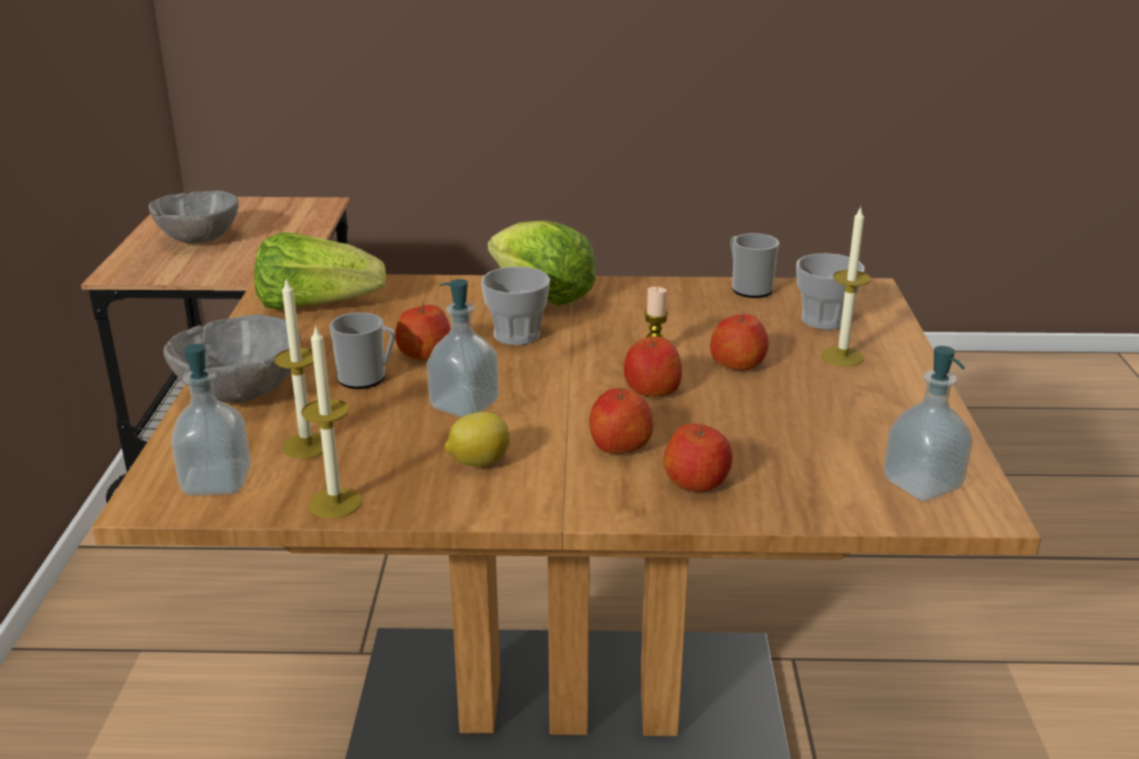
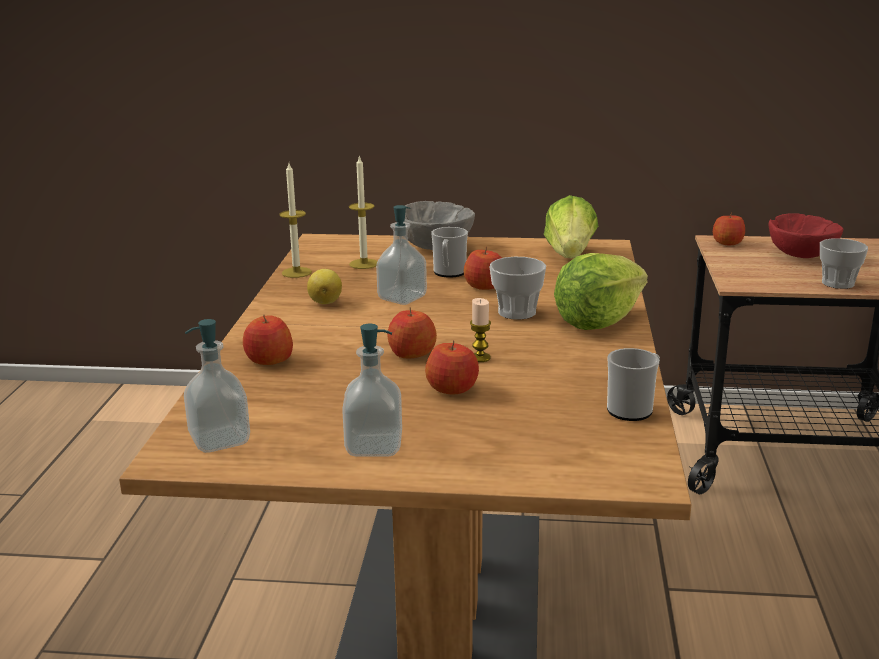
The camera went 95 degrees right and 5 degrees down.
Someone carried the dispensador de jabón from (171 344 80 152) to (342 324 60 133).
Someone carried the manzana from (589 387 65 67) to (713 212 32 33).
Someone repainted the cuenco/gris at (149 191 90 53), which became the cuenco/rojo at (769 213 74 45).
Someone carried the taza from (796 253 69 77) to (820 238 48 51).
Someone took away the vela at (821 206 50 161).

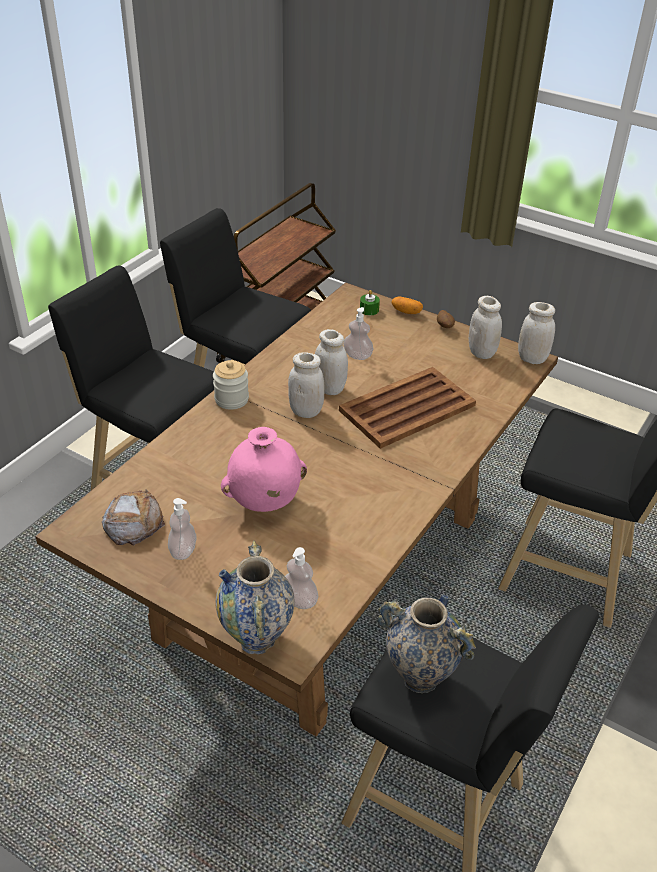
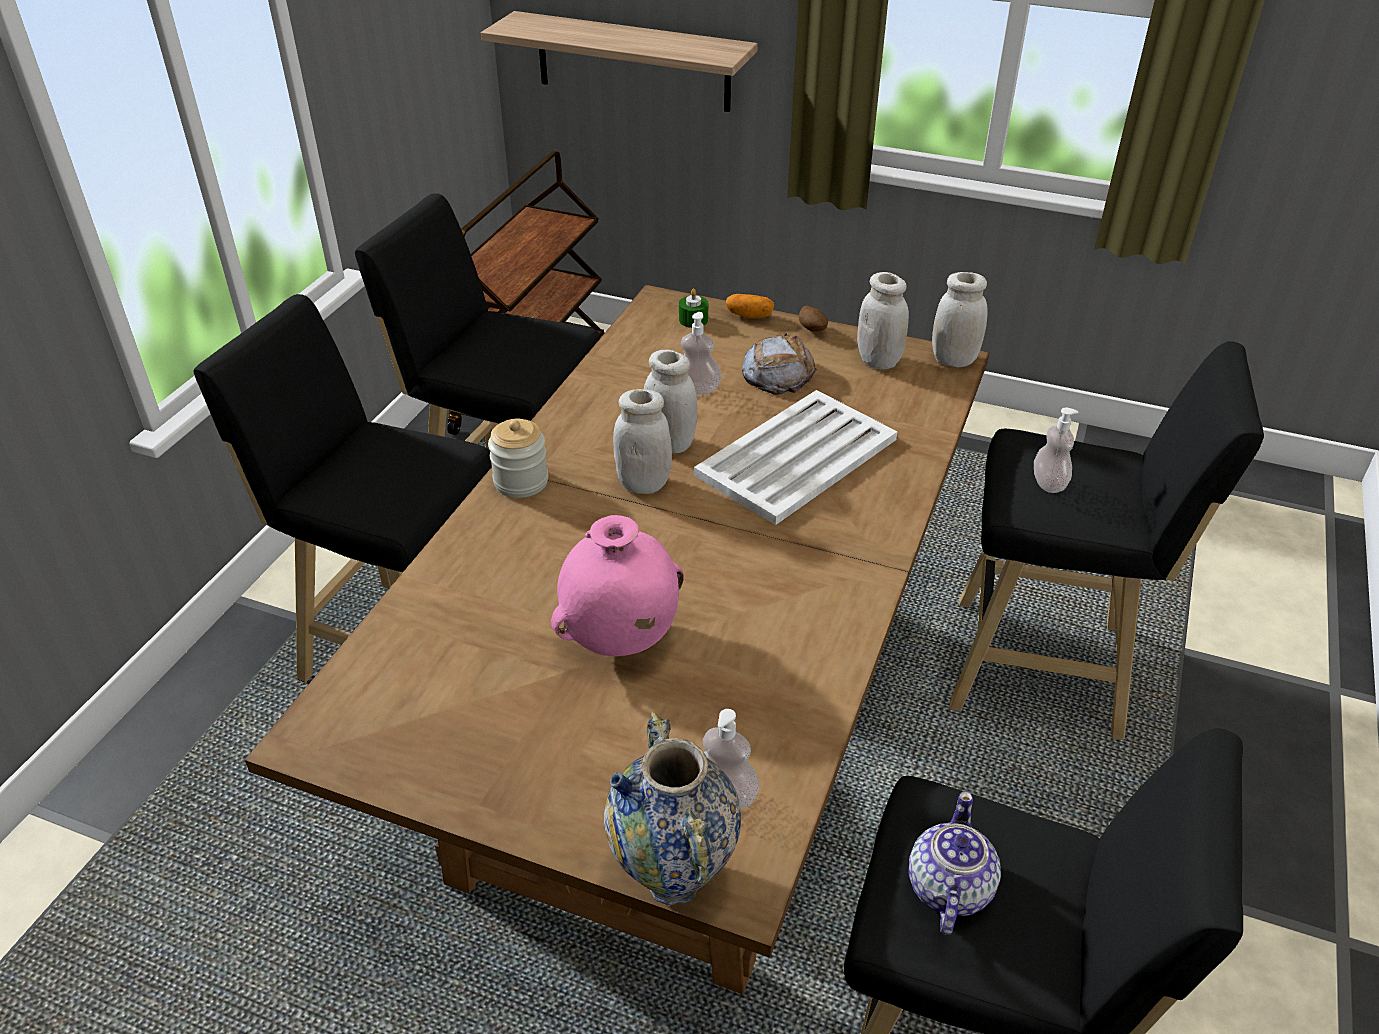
The camera went 10 degrees left and 0 degrees up.
Someone put up the estante at (481 11 277 101).
Someone repainted the bandeja/marrón at (339 367 137 82), which became the bandeja/blanco at (694 390 204 135).
Someone carried the pan from (102 489 63 56) to (742 332 75 63).
Someone swapped the florero at (378 595 98 98) for the tetera at (909 791 92 144).
Someone carried the dispensador de jabón from (168 498 29 62) to (1034 408 44 85).

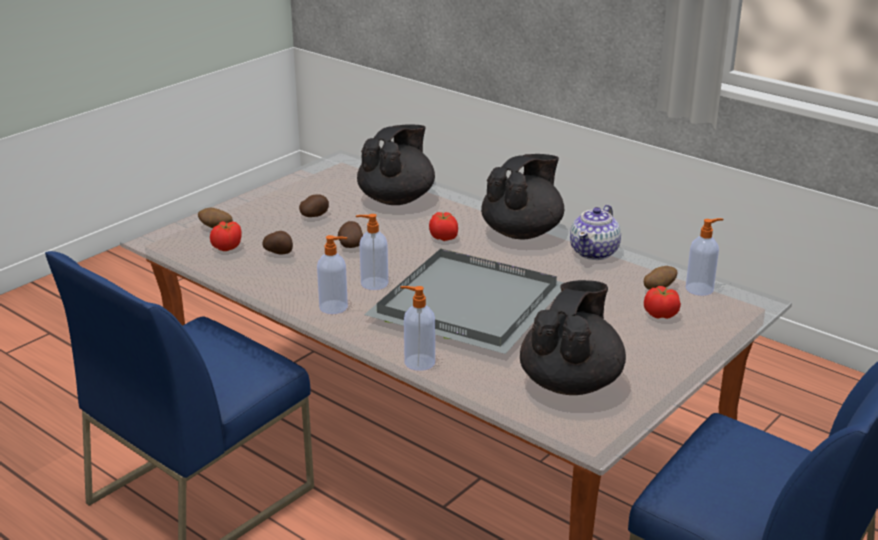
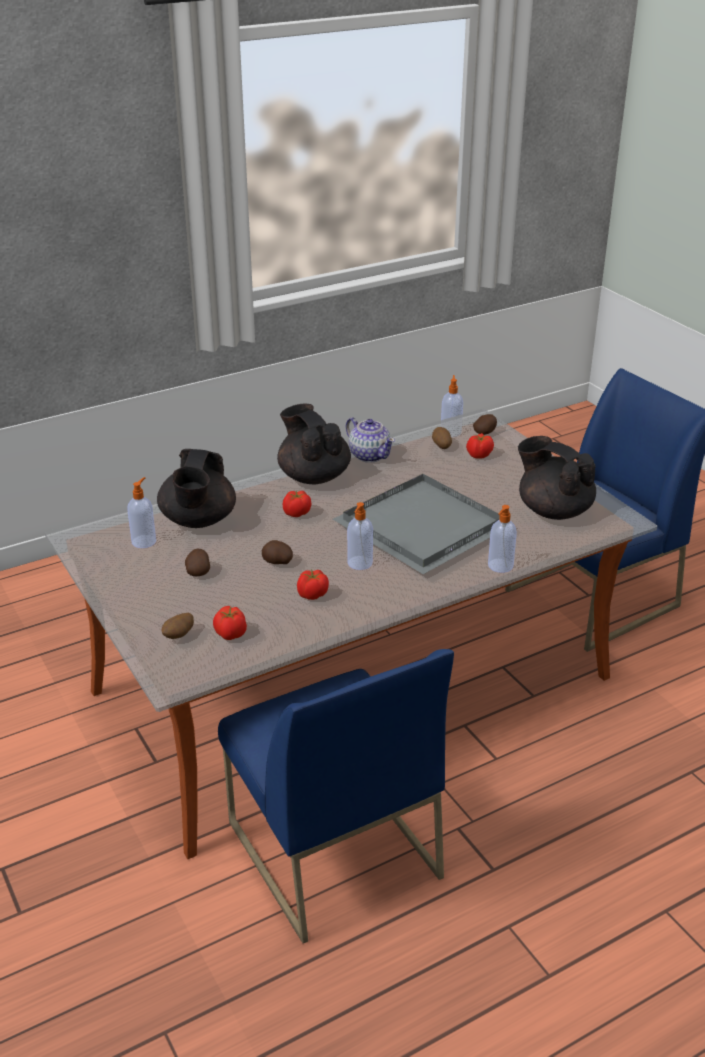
The camera went 70 degrees left and 5 degrees up.
Someone carried the dispensador de jabón from (317 235 31 79) to (127 477 29 71).
Someone rotated the tetera/negro at (357 124 78 81) by 135 degrees counterclockwise.
Someone put down the tomate at (297 570 32 30).
Someone carried the patata from (263 231 30 23) to (473 414 24 21).

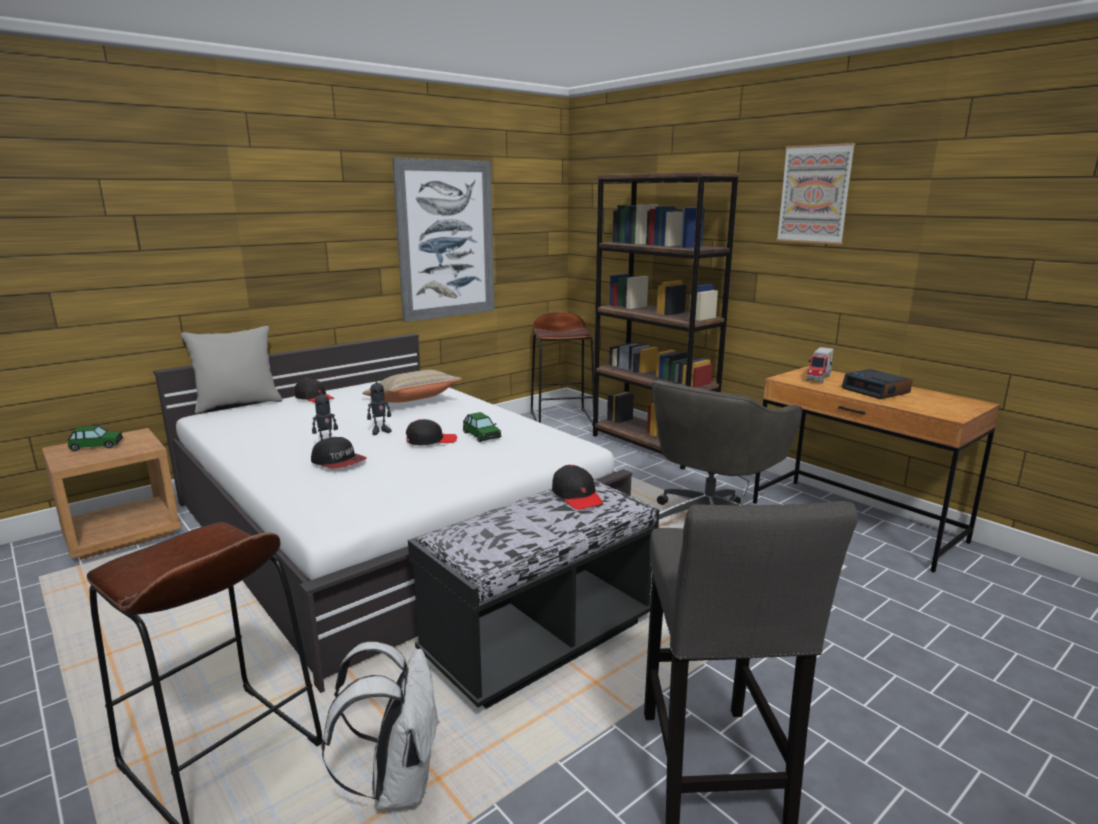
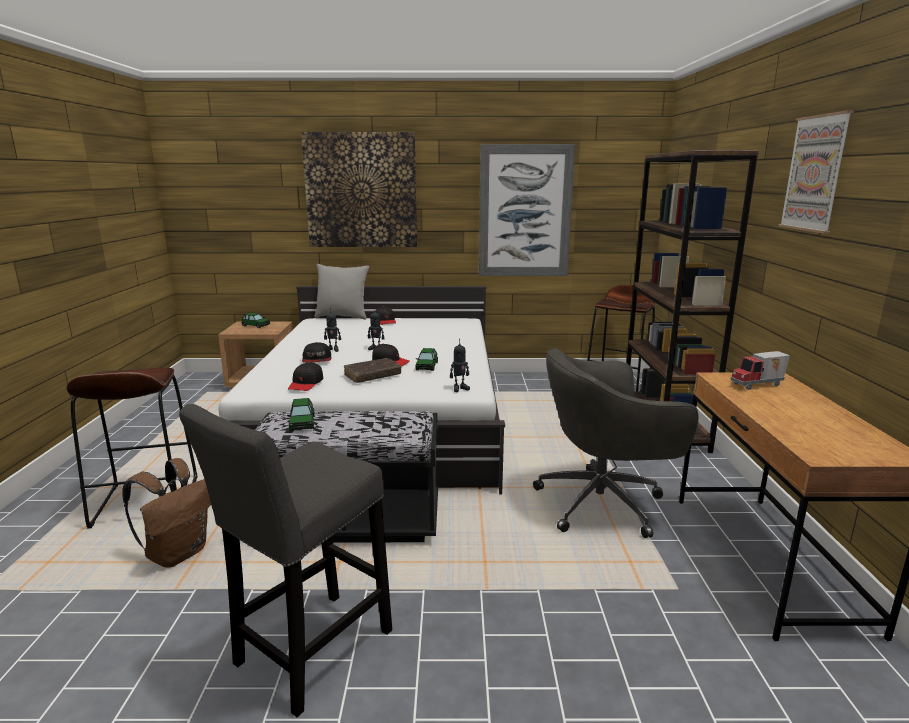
The camera went 40 degrees right and 0 degrees up.
Someone repainted the mochila/blanco at (321 642 119 168), which became the mochila/marrón at (122 458 89 110).
Someone put down the coche de juguete at (287 398 28 33).
Someone carried the gorra/negro from (552 465 51 45) to (288 362 35 29).
Someone put up the cuadro at (301 132 116 115).
Someone put down the libro/marrón at (344 358 57 25).
Someone put down the robot de juguete at (450 344 20 48).
Someone took away the cojín/beis at (362 370 100 33).
Someone took away the despertador at (842 369 71 30).

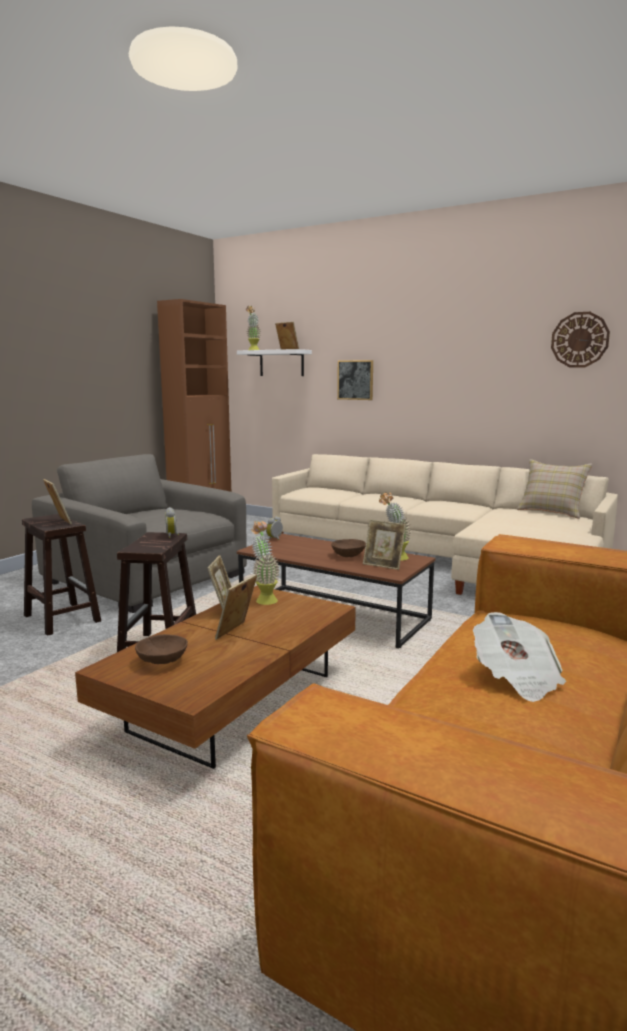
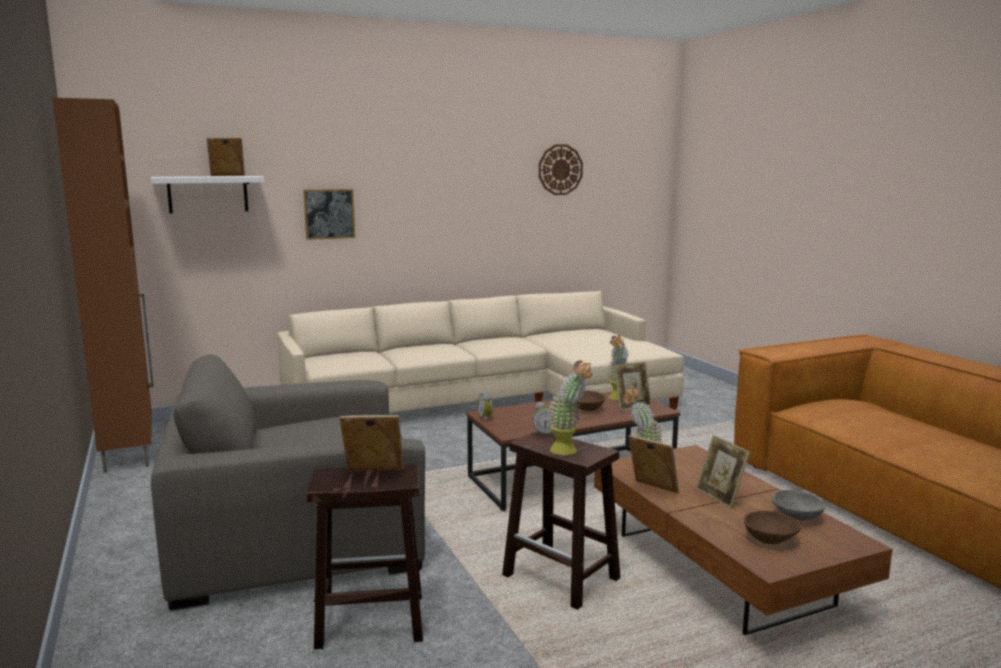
The camera went 55 degrees left and 0 degrees up.
Someone carried the planta en maceta from (246 306 15 44) to (548 360 44 95).
Someone put down the cuenco/gris at (772 490 54 31).
Someone took away the periódico at (473 612 93 90).
Someone took away the cojín/beis at (517 459 76 60).

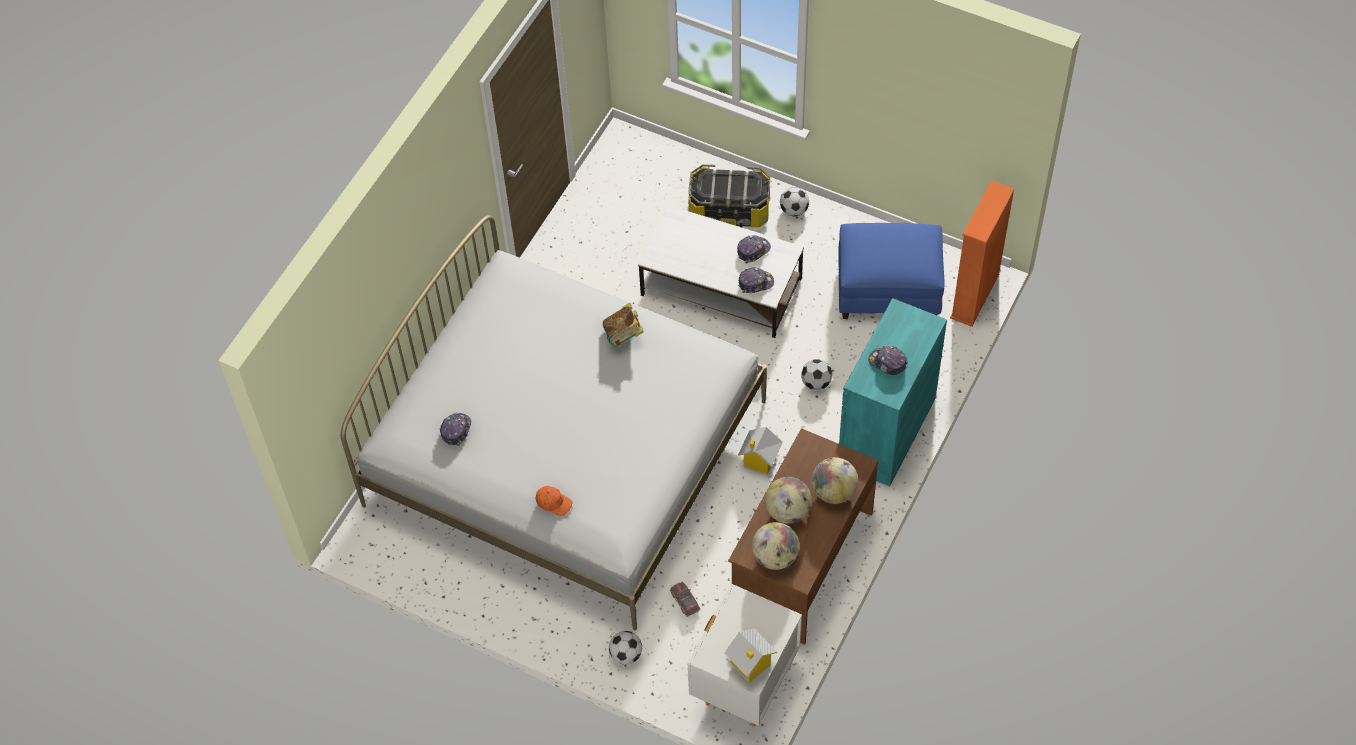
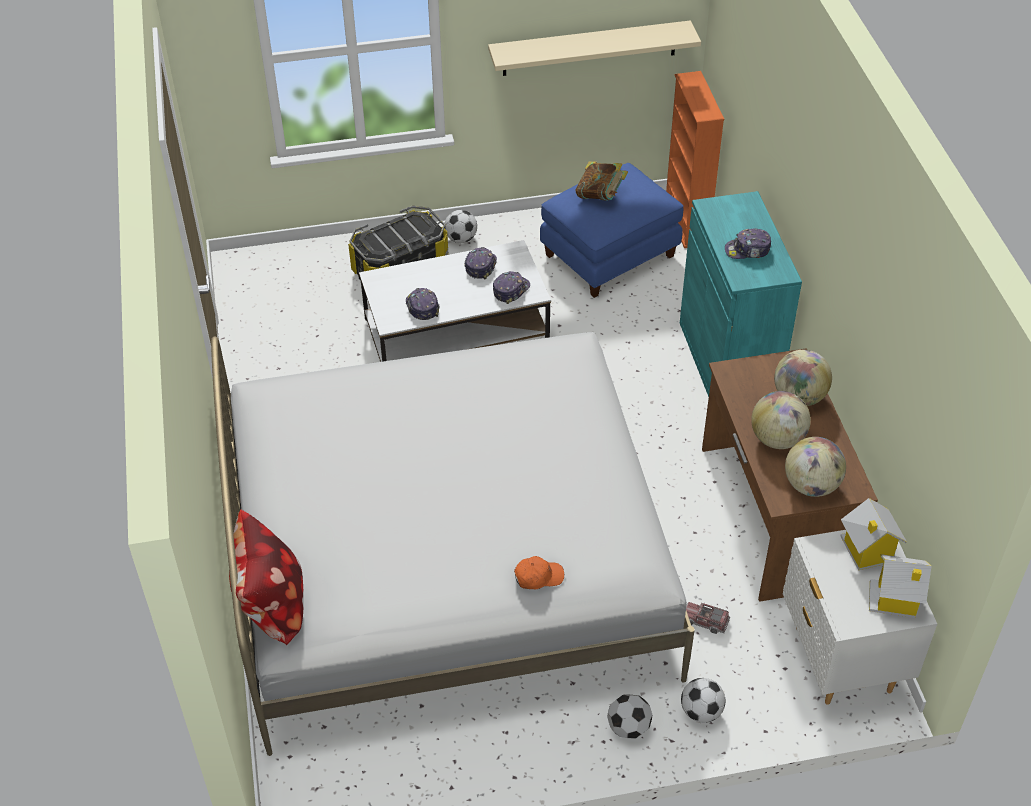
The camera went 40 degrees left and 10 degrees down.
Someone put down the cojín at (229 510 75 136).
Someone carried the gorra from (440 413 31 33) to (406 288 33 32).
Someone put up the estante/beis at (488 20 213 56).
Someone carried the libro from (603 302 41 46) to (575 161 53 40).
Someone carried the balón de fútbol from (801 359 31 31) to (607 694 45 45).
Someone carried the casita from (738 427 45 48) to (840 498 67 72).

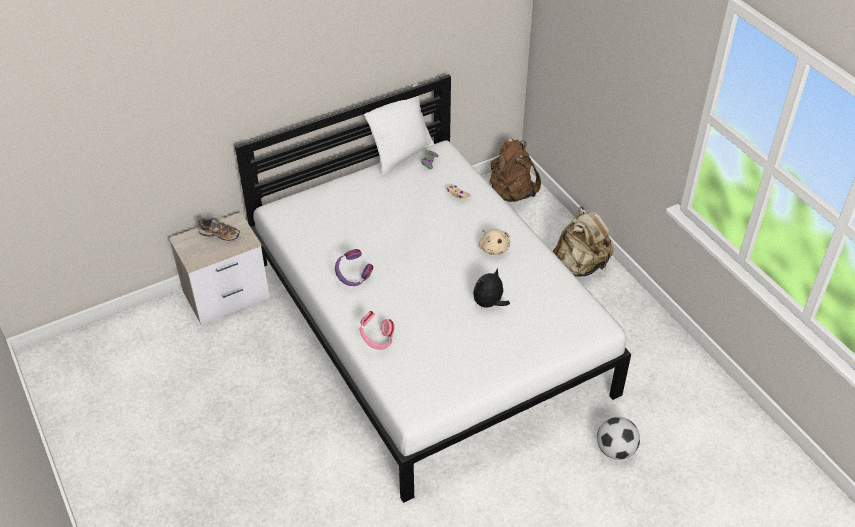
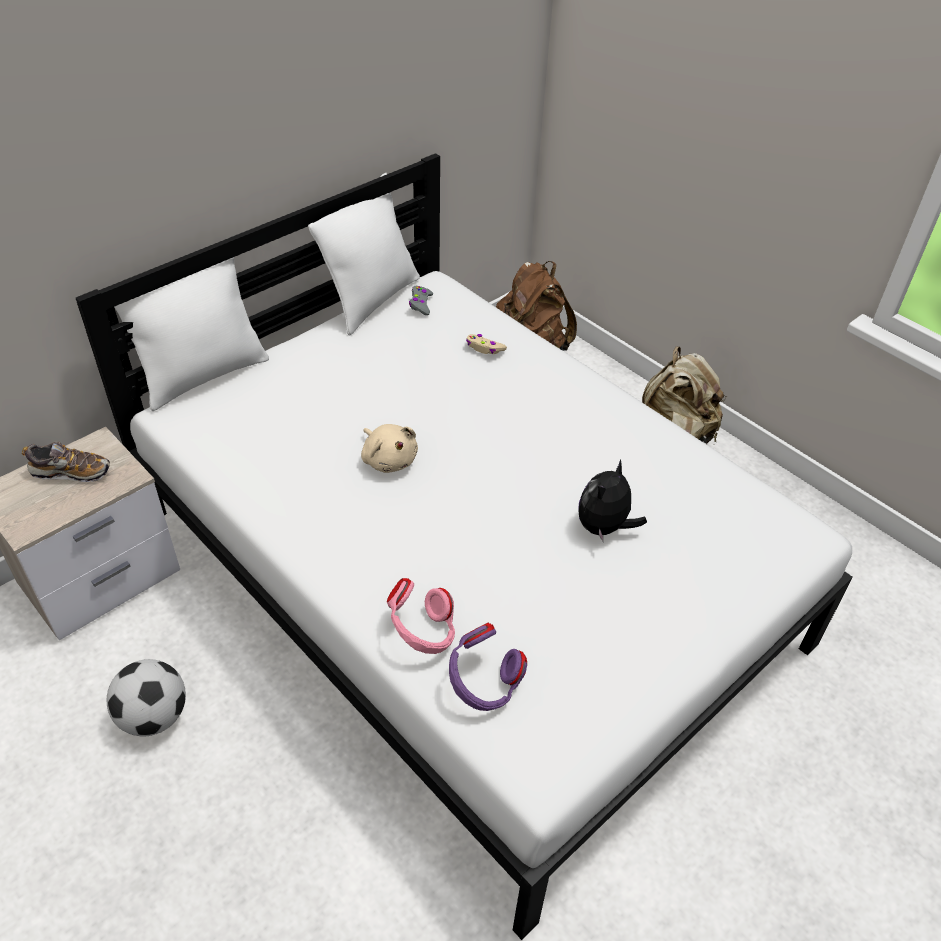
The camera went 15 degrees left and 0 degrees up.
Someone carried the balón de fútbol from (597 417 43 43) to (107 659 79 78).
Someone put down the cojín/blanco at (114 257 155 154).
Someone carried the peluche/beis from (479 229 31 26) to (361 424 57 49).
Someone carried the auriculares/morado from (335 249 38 37) to (449 623 78 88).

